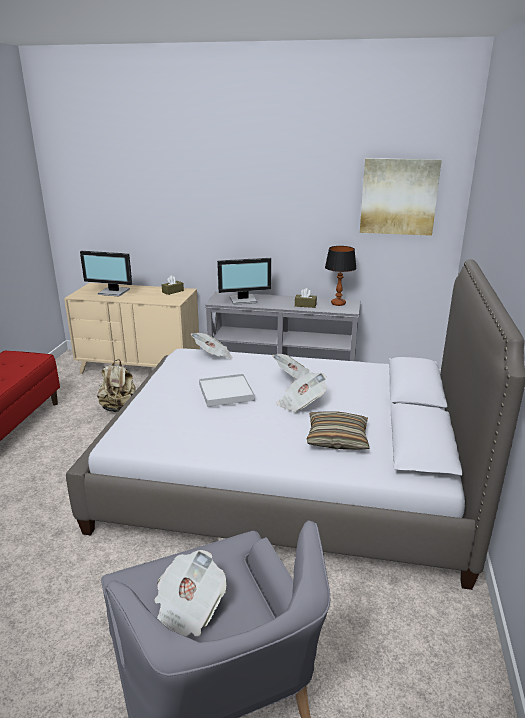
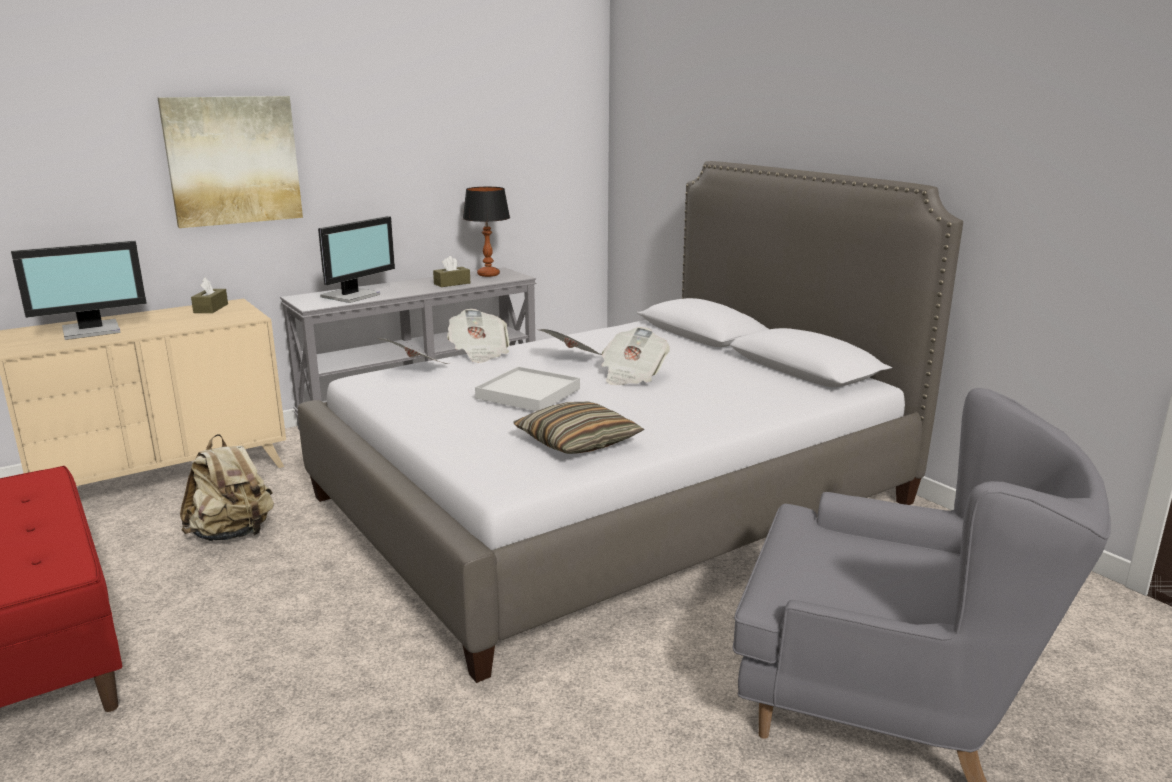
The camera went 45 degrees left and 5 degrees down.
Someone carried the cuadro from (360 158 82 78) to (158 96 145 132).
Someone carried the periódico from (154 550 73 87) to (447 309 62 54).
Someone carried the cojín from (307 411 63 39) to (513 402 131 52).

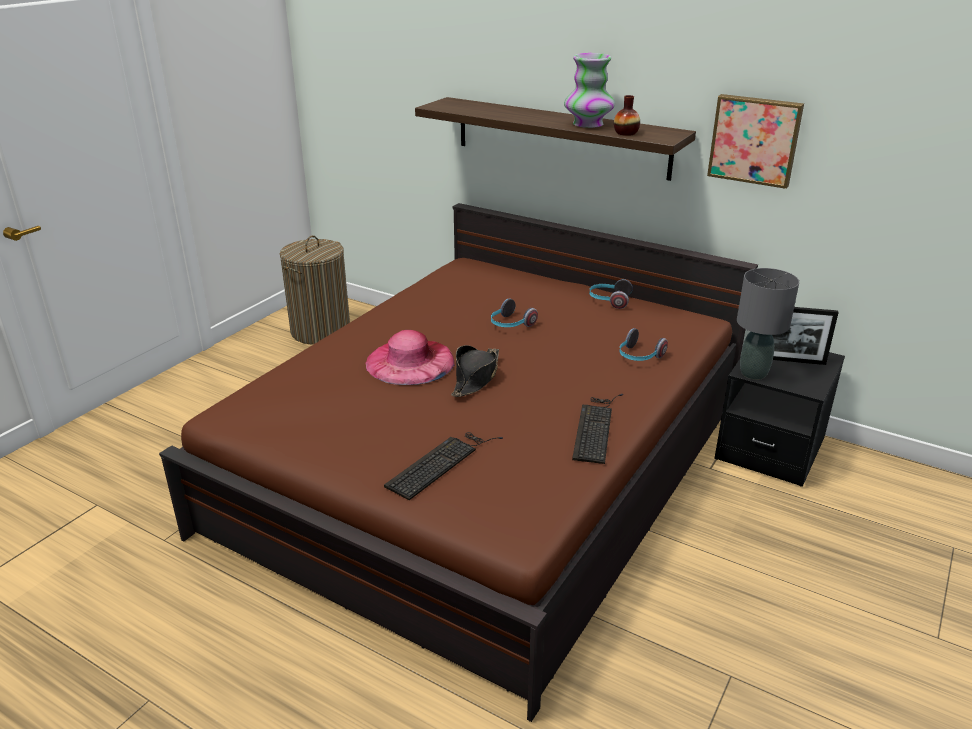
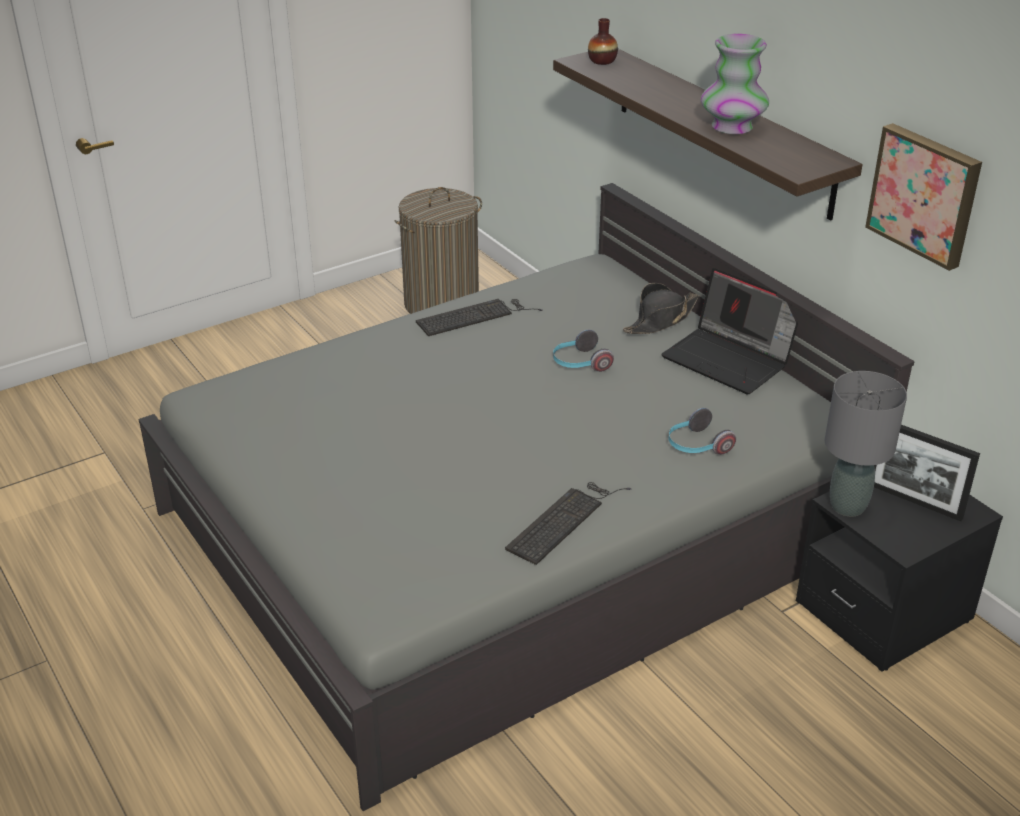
The camera went 25 degrees right and 5 degrees up.
Someone repainted the cama/marrón at (159 203 599 519), which became the cama/gris at (138 183 776 628).
Someone carried the teclado from (384 432 119 68) to (416 299 127 37).
Someone carried the florero from (614 95 26 41) to (588 18 30 47).
Someone carried the sombrero/negro from (451 345 48 52) to (623 283 76 51).
Someone swapped the auriculares at (589 279 44 30) for the portátil at (661 268 137 126).
Someone took away the sombrero/rosa at (366 330 88 55).

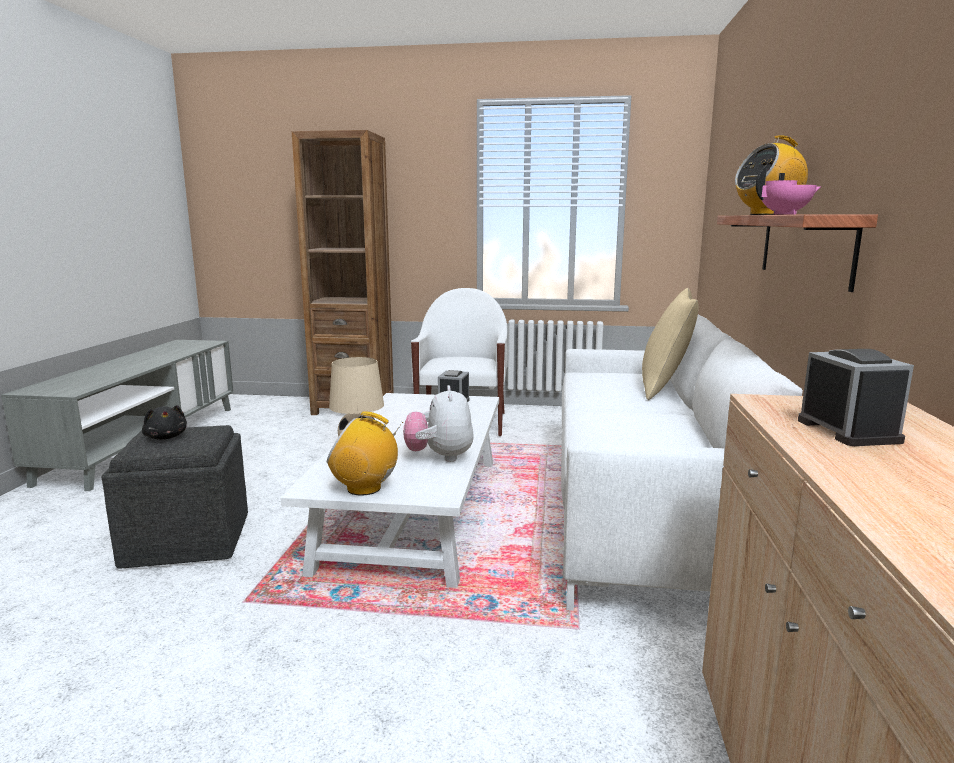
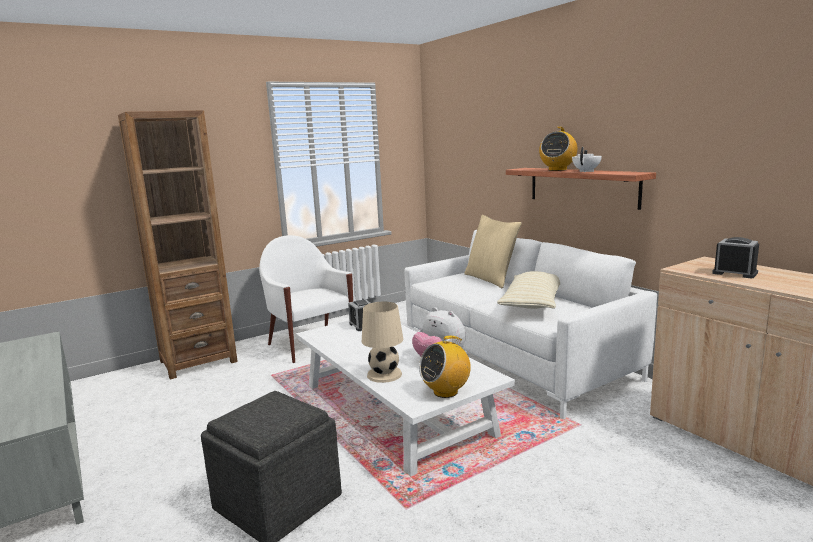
The camera went 40 degrees left and 0 degrees up.
Someone put down the cojín/beis at (497 271 63 38).
Someone repainted the tetera/rosa at (756 166 66 49), which became the tetera/blanco at (572 147 30 25).
Someone took away the peluche/negro at (142 405 45 35).

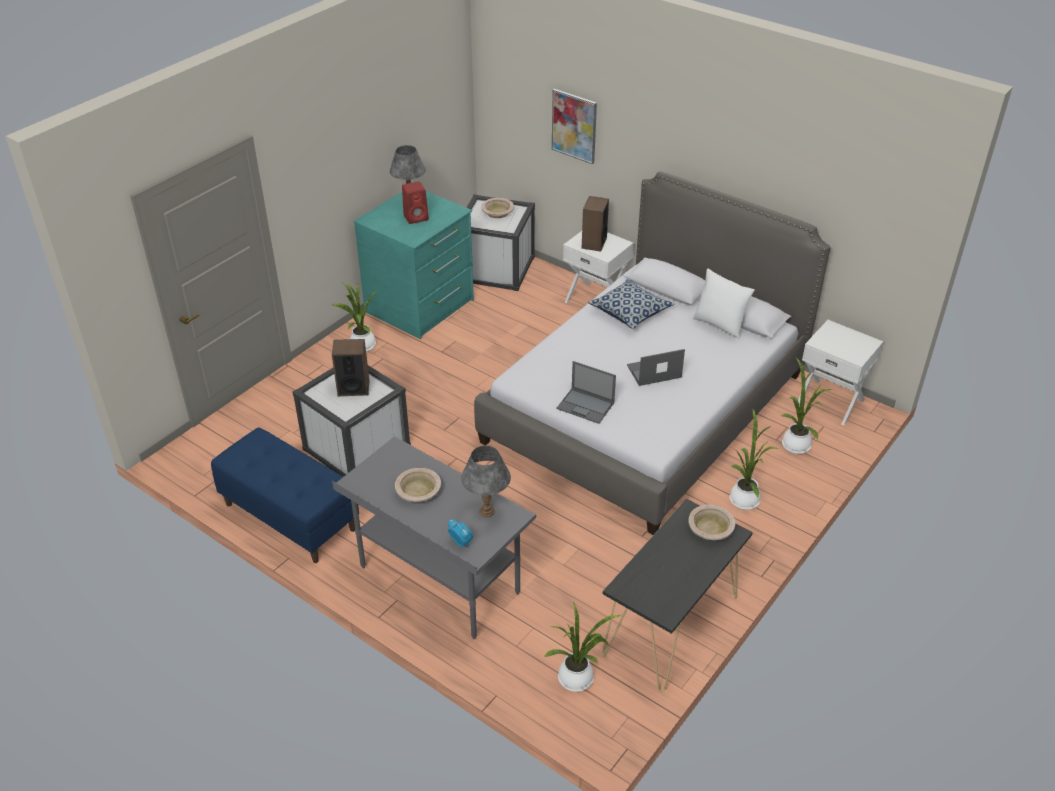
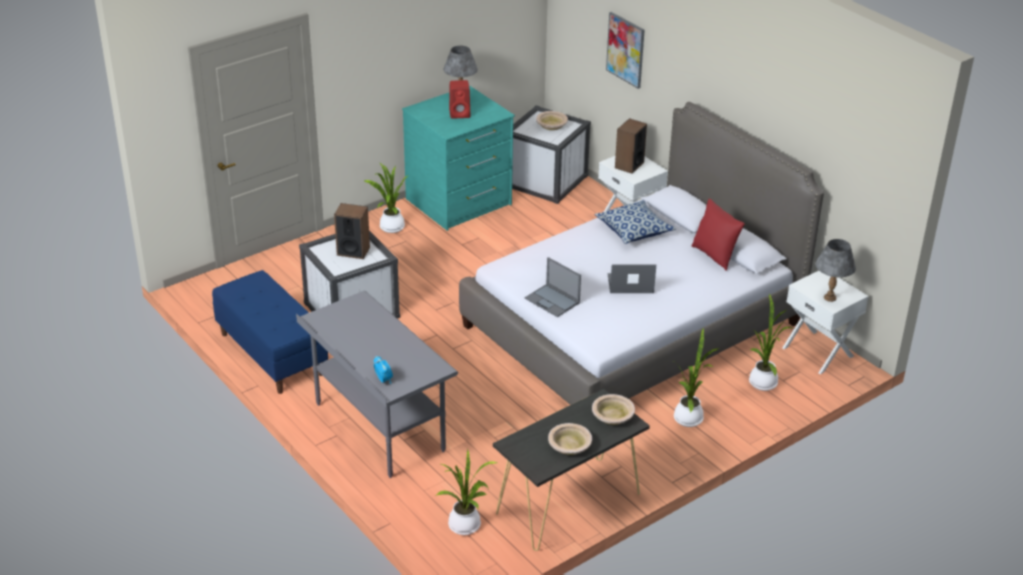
The camera went 15 degrees right and 5 degrees down.
Someone carried the cuenco/beis from (395 468 46 34) to (548 423 44 32).
Someone repainted the cojín/blanco at (693 269 62 71), which became the cojín/rojo at (692 199 53 72).
Someone carried the lámpara de mesa/gris from (461 446 50 71) to (815 239 41 63).

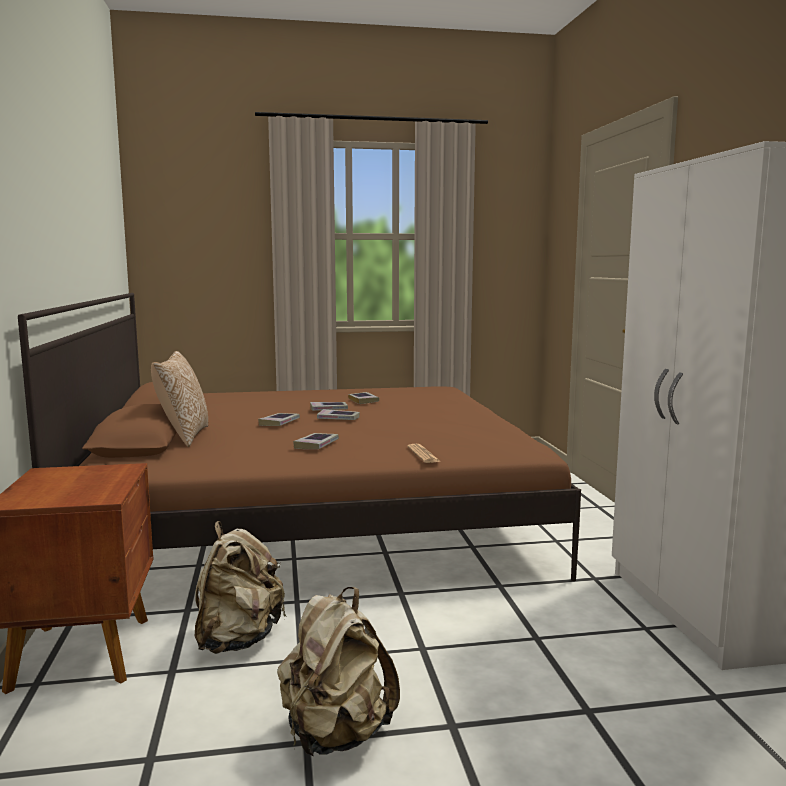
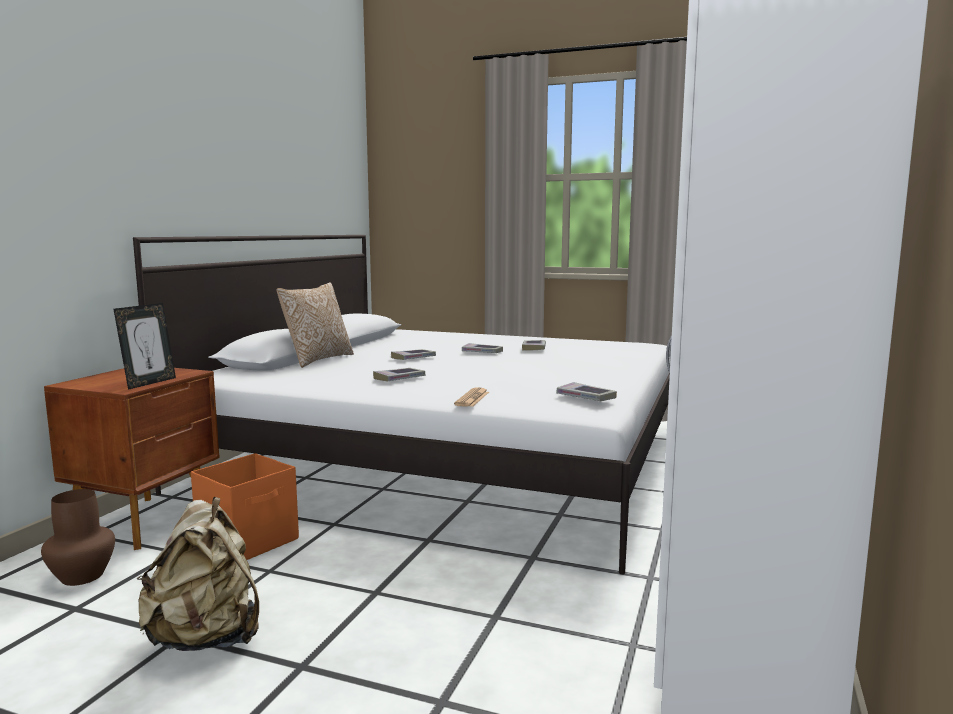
The camera went 30 degrees right and 0 degrees up.
Someone put down the florero/marrón at (41 489 74 97).
Someone put down the portarretratos at (113 303 63 87).
Someone repainted the cama/marrón at (18 293 563 288), which became the cama/blanco at (133 235 537 339).
Someone swapped the mochila/beis at (195 521 91 133) for the caja de almacenaje/naranja at (191 453 108 107).
Someone carried the libro from (317 409 43 11) to (557 382 60 19).

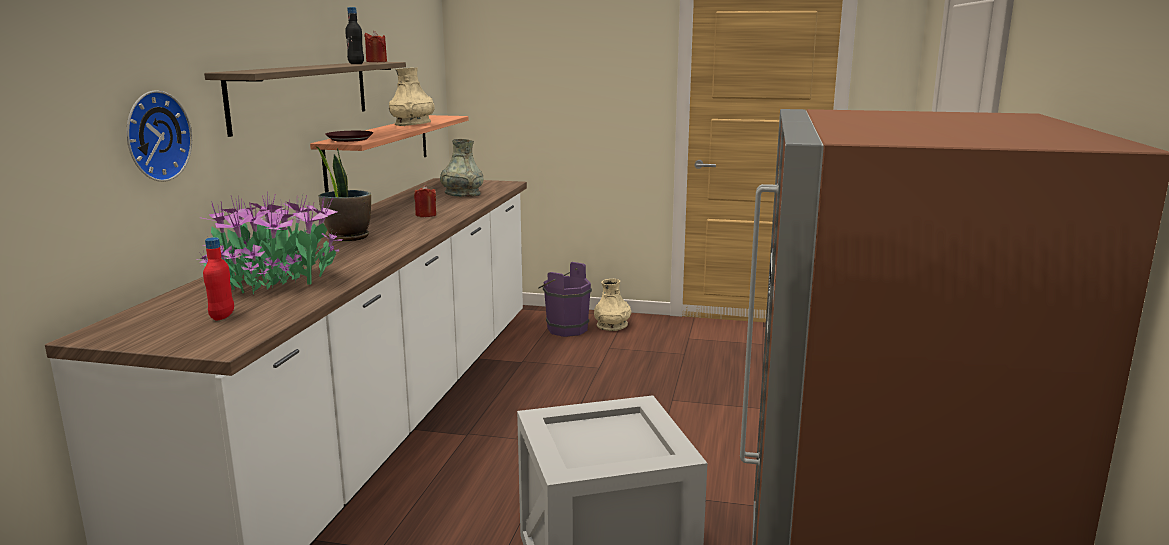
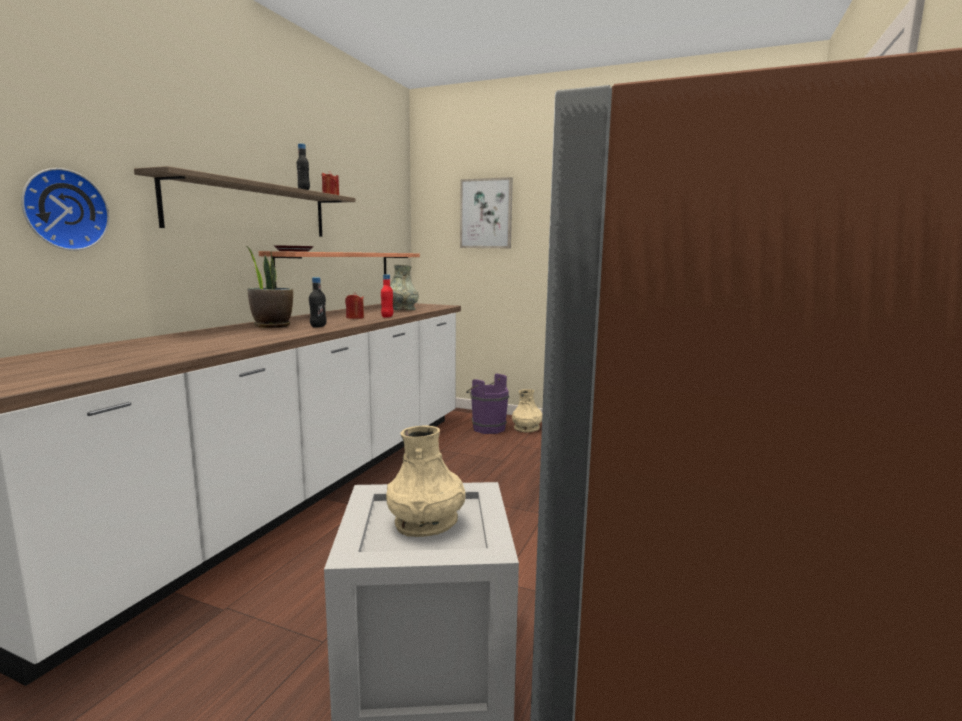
The camera went 10 degrees right and 5 degrees down.
Someone put down the botella/negro at (309 277 18 51).
Someone carried the botella/rojo from (203 237 31 83) to (381 275 12 43).
Someone carried the florero/beis from (389 68 46 58) to (386 425 79 112).
Someone put up the cuadro at (460 177 53 71).
Someone took away the planta en maceta at (196 191 147 103).

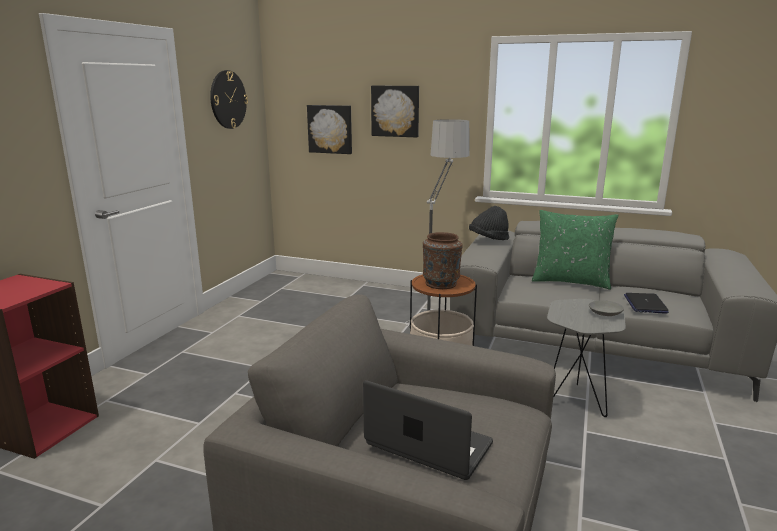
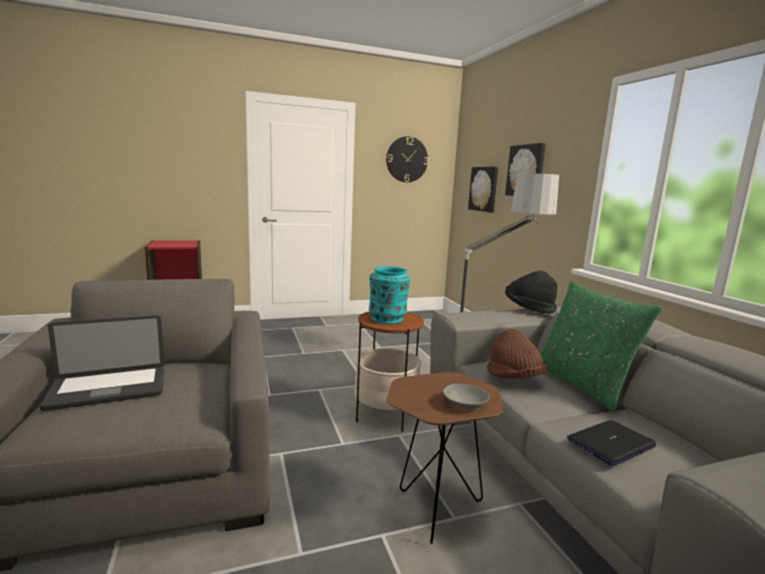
The camera went 50 degrees right and 5 degrees down.
Someone rotated the portátil at (363 380 130 100) by 75 degrees clockwise.
Someone repainted the florero/marrón at (423 232 40 57), which became the florero/turquesa at (369 266 42 58).
Someone repainted the mesa auxiliar/gris at (547 299 79 118), which became the mesa auxiliar/marrón at (387 372 116 172).
Someone put down the sombrero/marrón at (487 329 61 50).

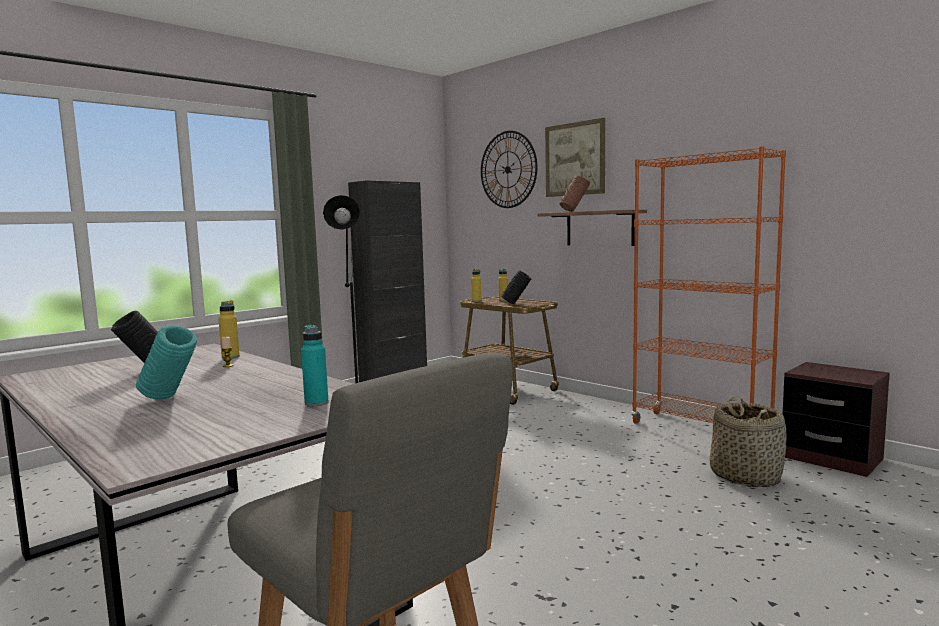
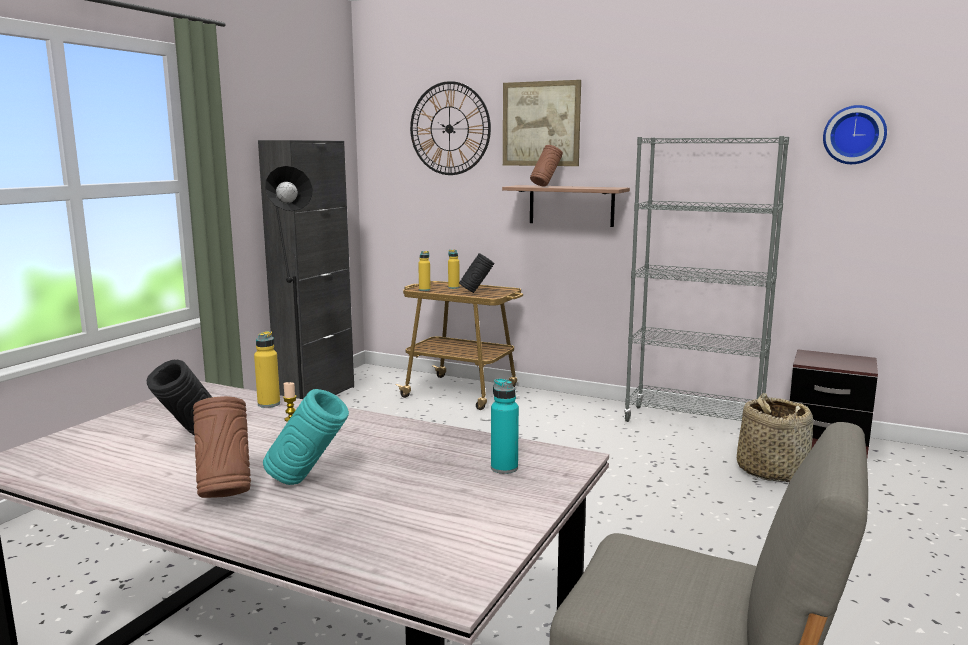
The camera went 20 degrees left and 5 degrees up.
Someone put down the florero/marrón at (193 396 58 102).
Someone repainted the estantería/naranja at (631 146 155 278), which became the estantería/gris at (624 136 165 286).
Someone put up the reloj de pared at (823 105 64 59).

